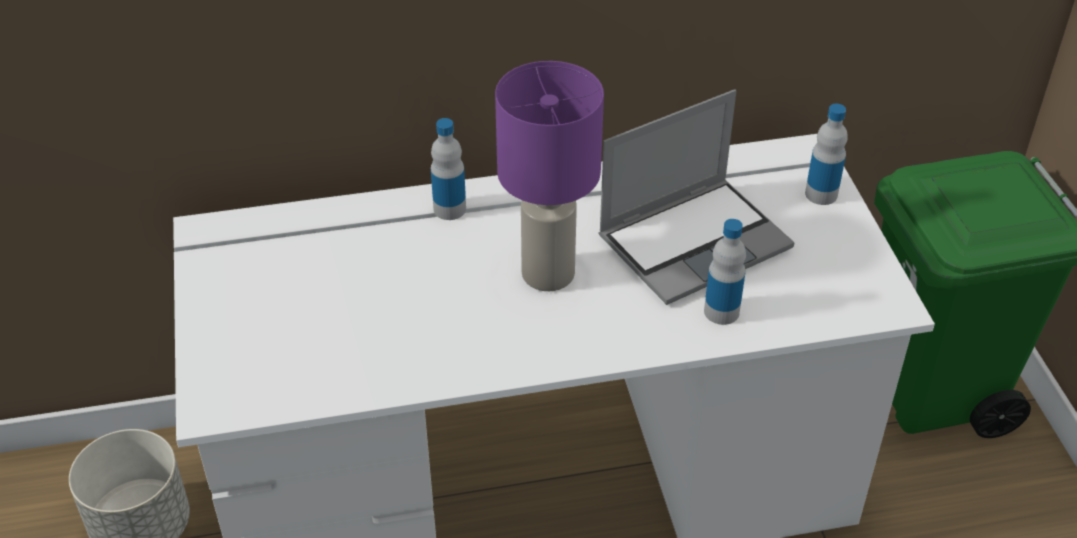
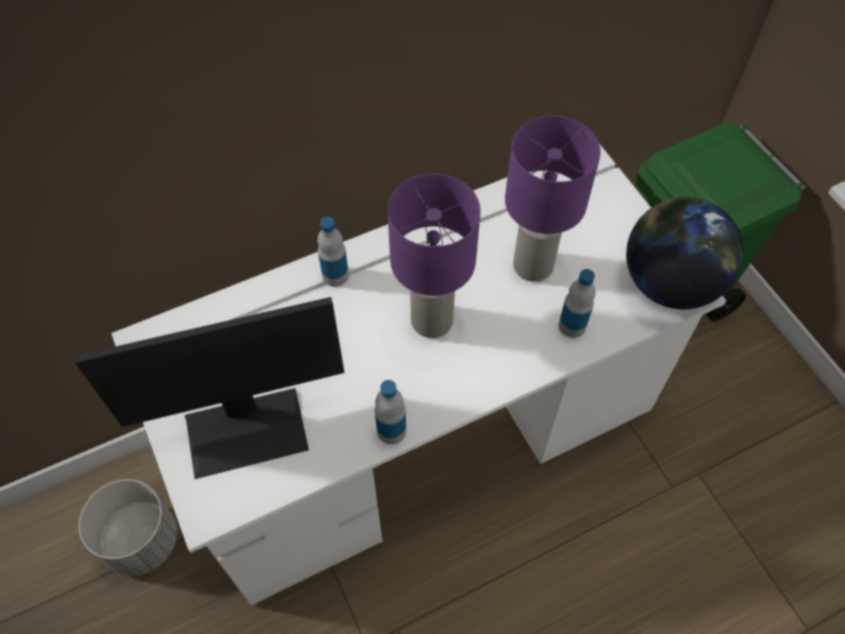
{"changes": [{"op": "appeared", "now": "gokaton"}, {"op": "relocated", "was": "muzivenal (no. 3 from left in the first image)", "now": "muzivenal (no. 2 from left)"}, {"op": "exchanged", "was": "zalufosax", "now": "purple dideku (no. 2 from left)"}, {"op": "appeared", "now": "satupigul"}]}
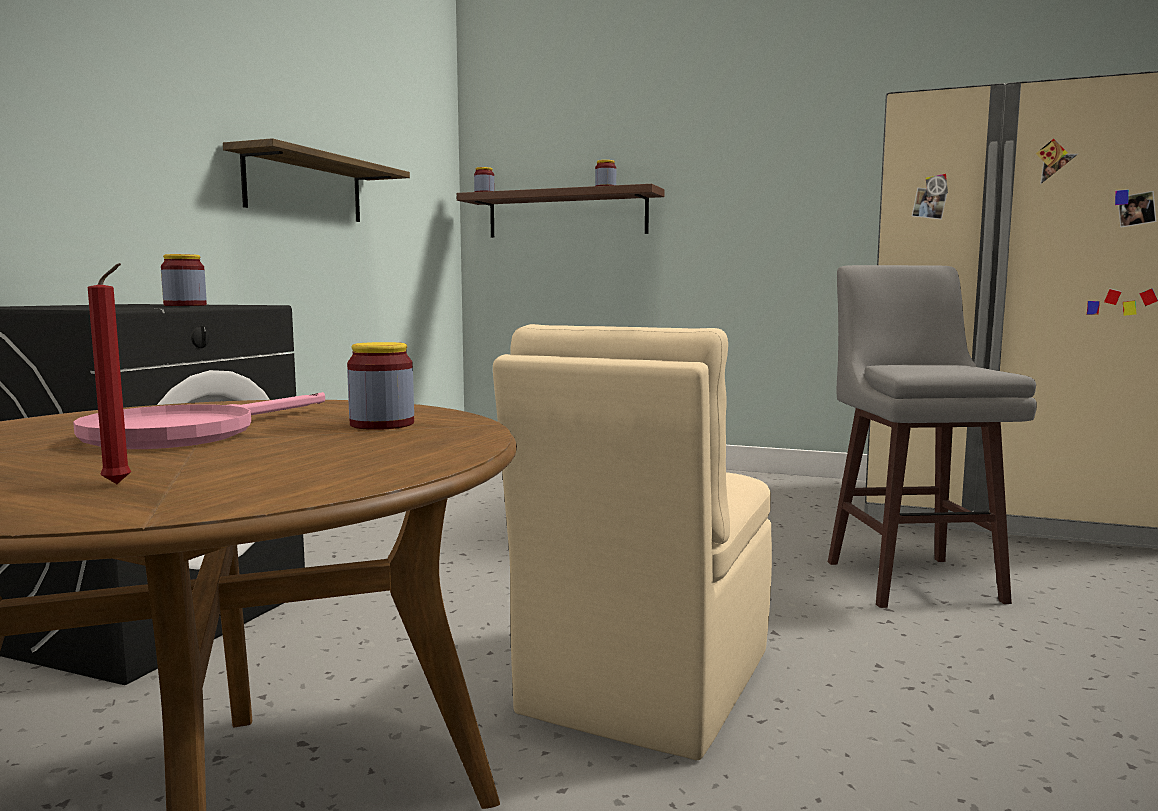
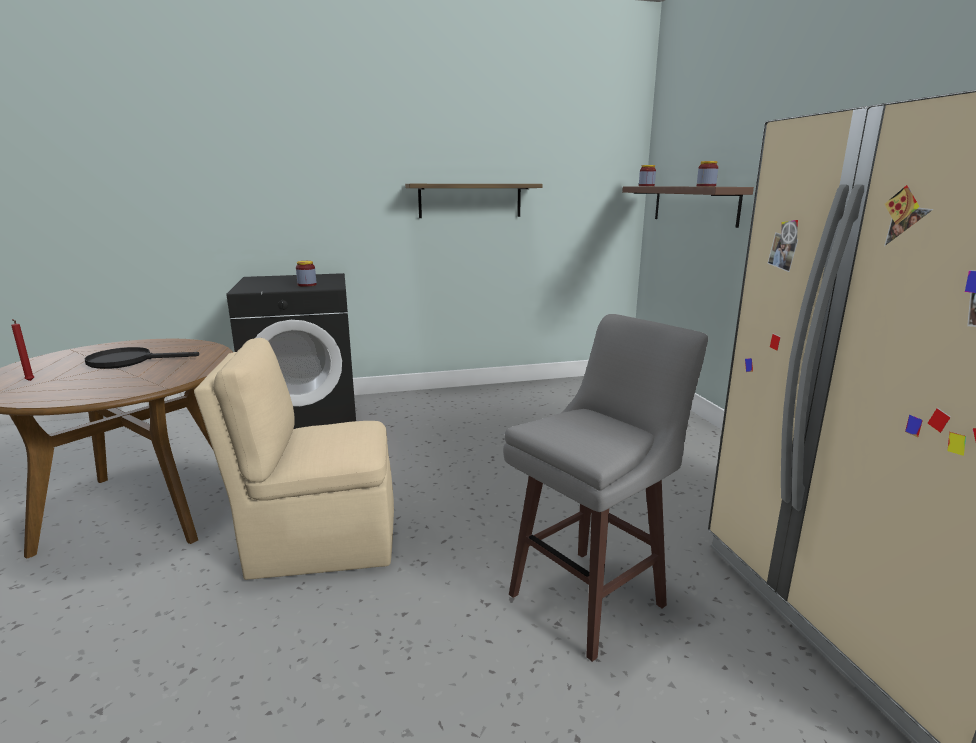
{"changes": [{"op": "colour", "was": "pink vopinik", "now": "black vopinik"}, {"op": "missing", "was": "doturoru (no. 2 from left)"}]}
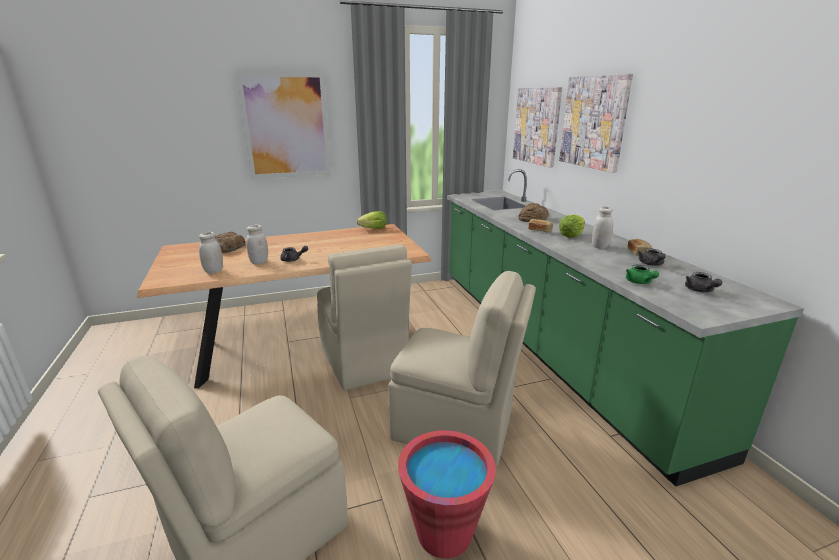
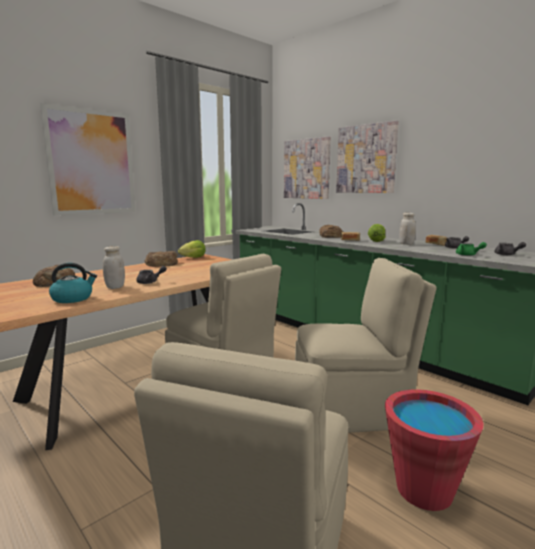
{"changes": [{"op": "exchanged", "was": "white doturoru (no. 1 from left)", "now": "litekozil"}, {"op": "appeared", "now": "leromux (no. 2 from left)"}]}
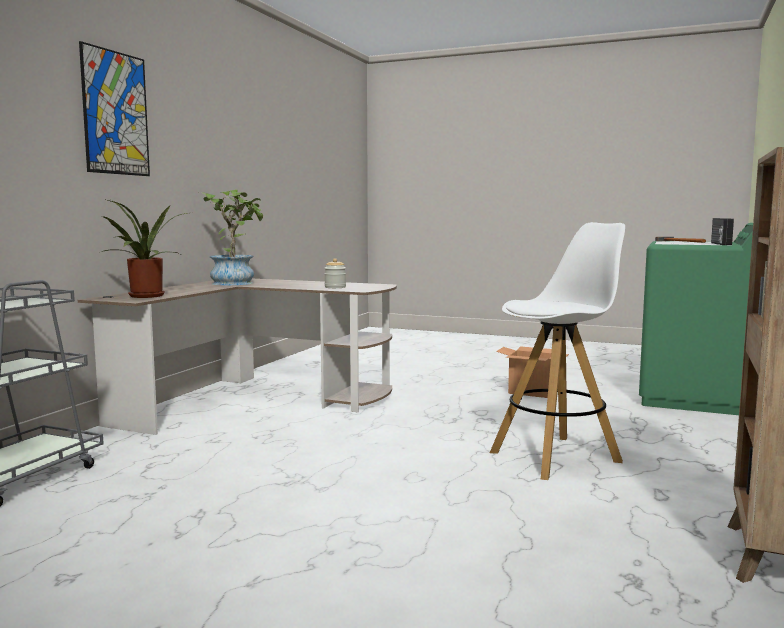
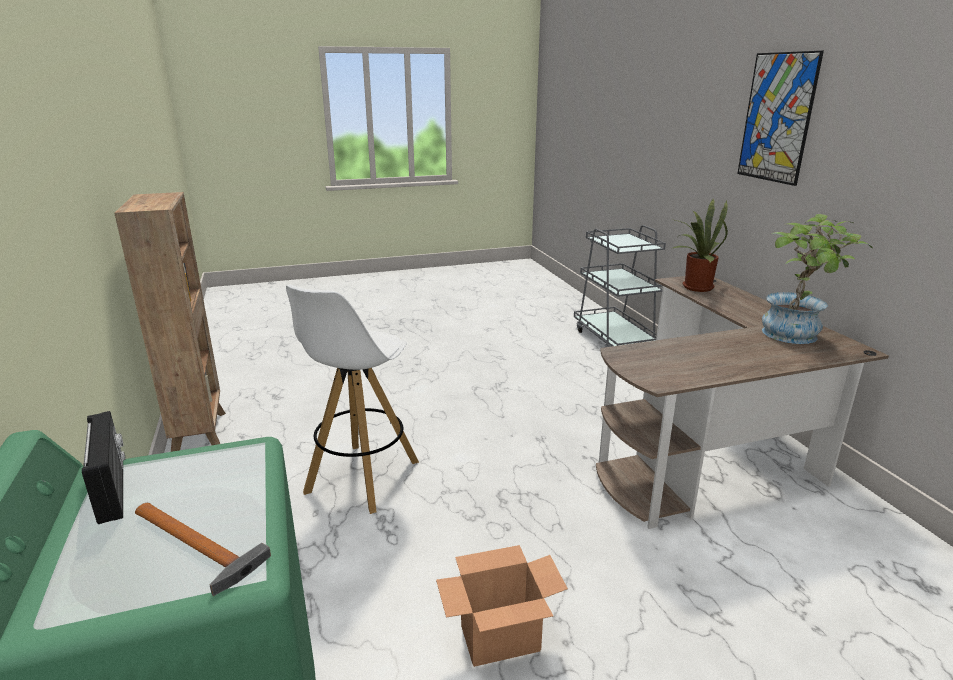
{"changes": [{"op": "missing", "was": "doturoru"}]}
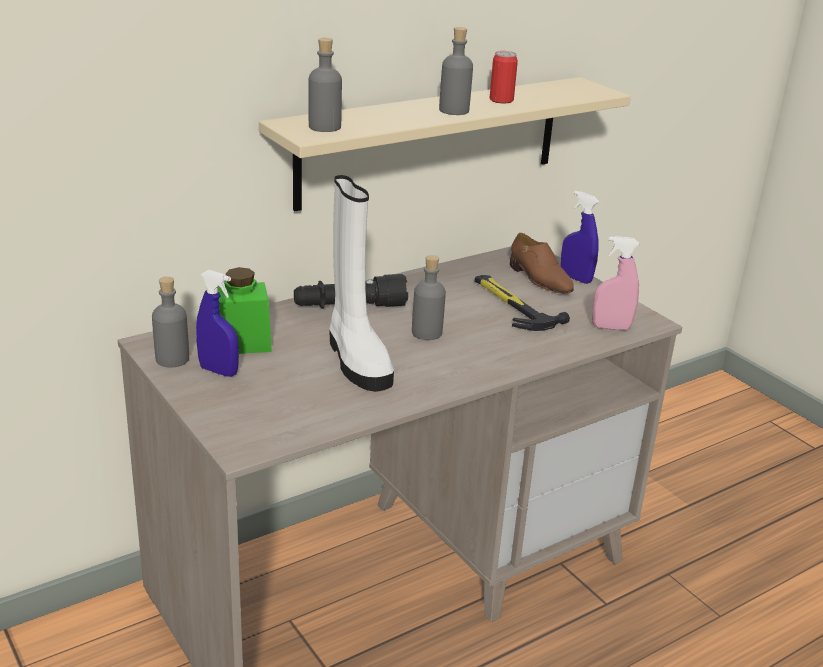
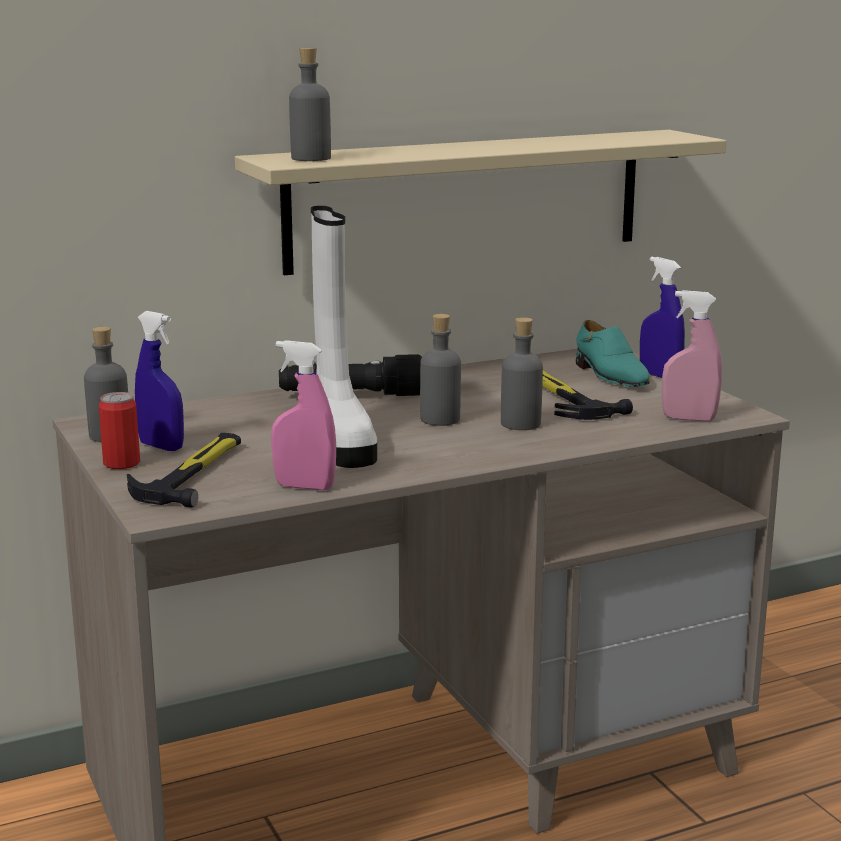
{"changes": [{"op": "relocated", "was": "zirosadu"}, {"op": "appeared", "now": "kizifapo (no. 1 from left)"}, {"op": "appeared", "now": "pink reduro (no. 1 from left)"}, {"op": "relocated", "was": "grey muzivenal (no. 4 from left)"}, {"op": "colour", "was": "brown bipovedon", "now": "turquoise bipovedon"}, {"op": "missing", "was": "green doturoru"}]}
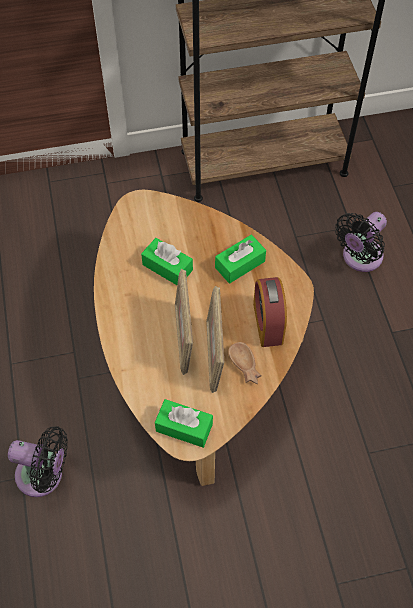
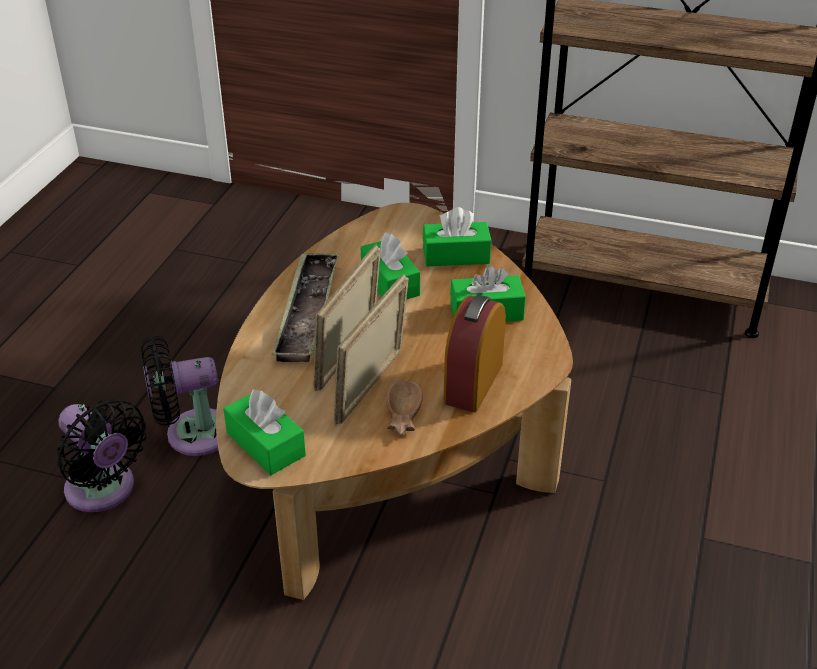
{"changes": [{"op": "relocated", "was": "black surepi (no. 2 from left)"}, {"op": "appeared", "now": "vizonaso"}, {"op": "appeared", "now": "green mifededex (no. 3 from left)"}]}
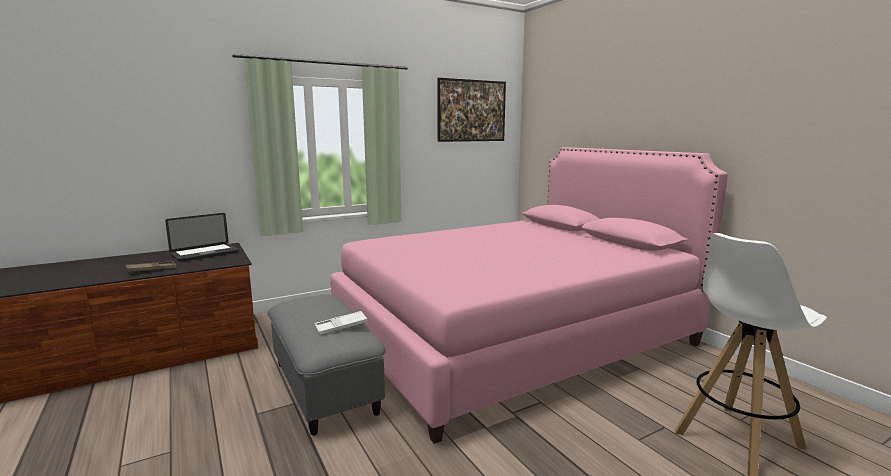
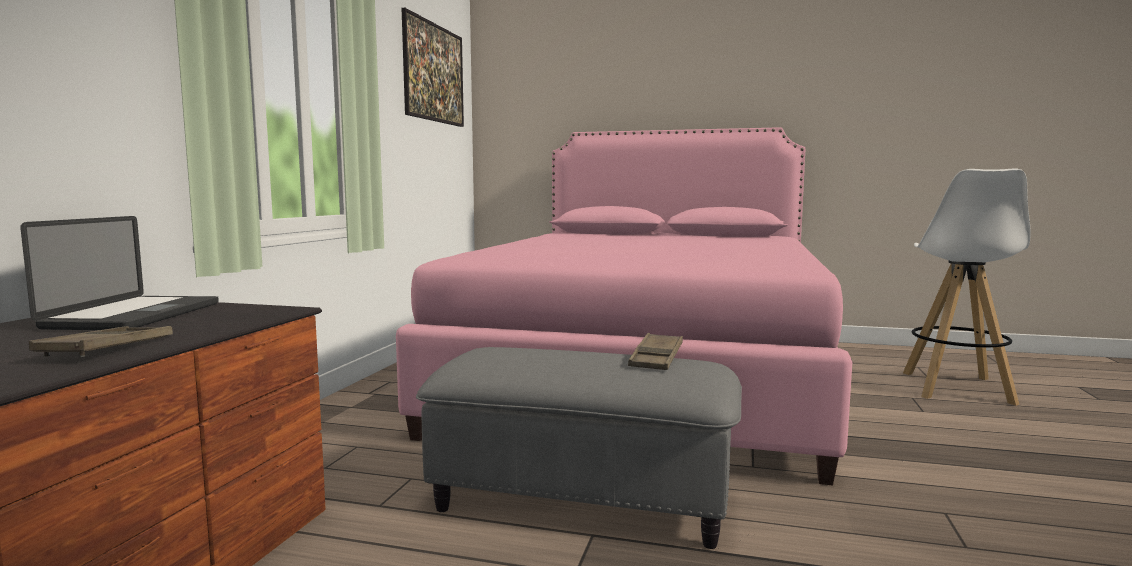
{"changes": [{"op": "colour", "was": "white vizonaso", "now": "brown vizonaso (no. 2 from left)"}]}
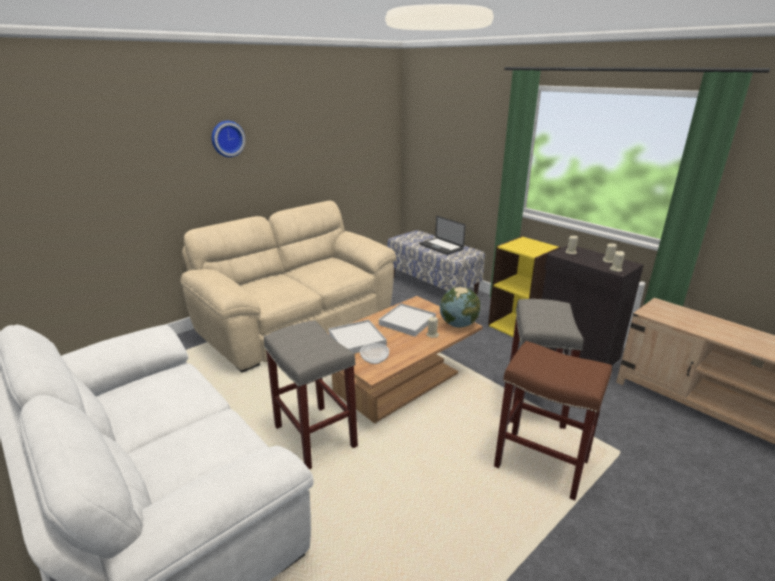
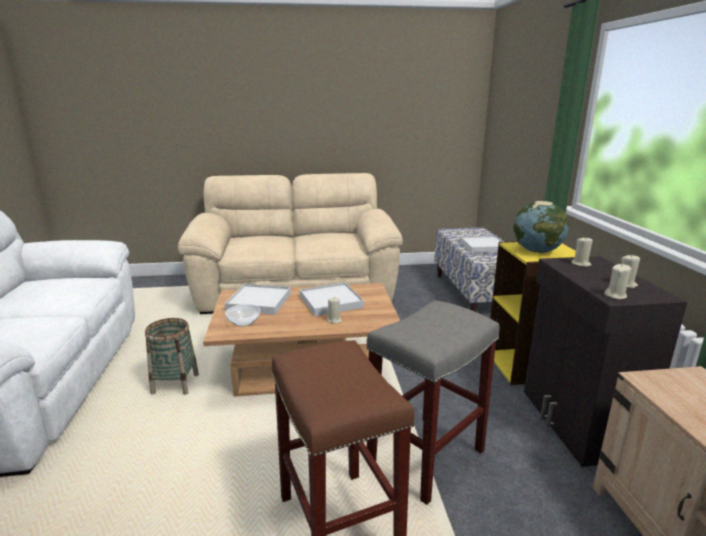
{"changes": [{"op": "exchanged", "was": "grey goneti (no. 1 from left)", "now": "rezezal"}, {"op": "exchanged", "was": "zalufosax", "now": "white vizonaso (no. 3 from left)"}, {"op": "relocated", "was": "satupigul"}, {"op": "missing", "was": "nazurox"}]}
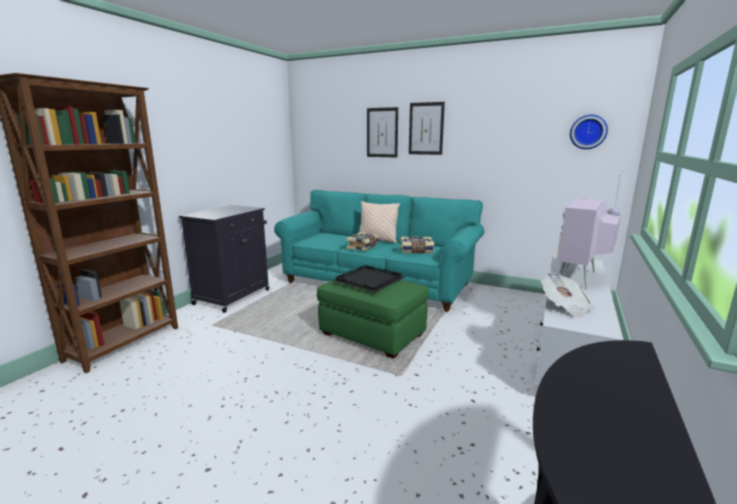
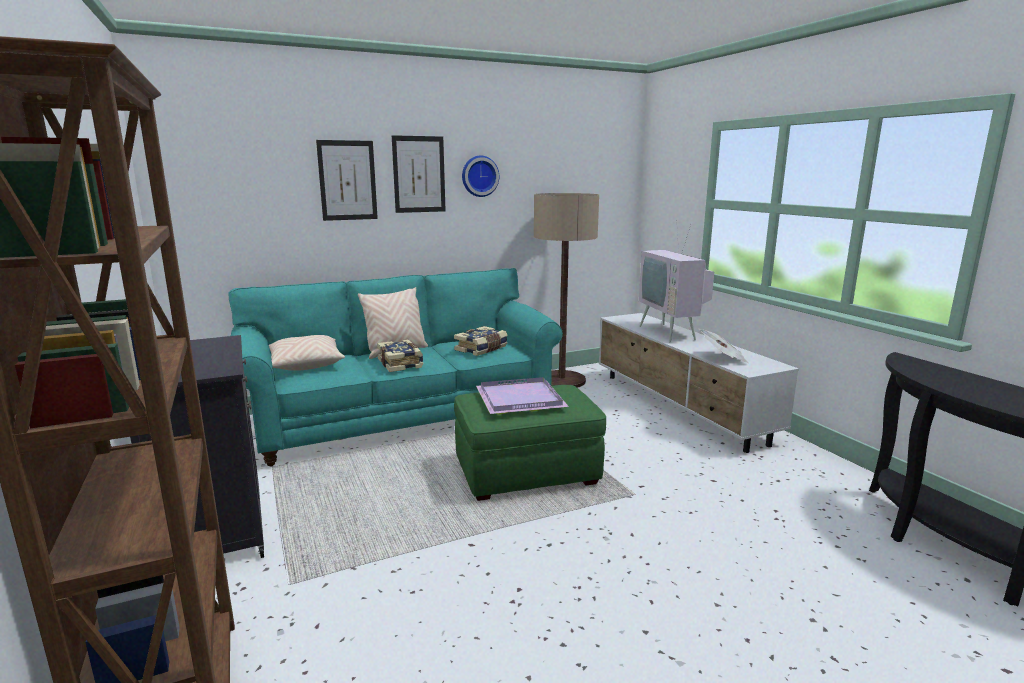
{"changes": [{"op": "appeared", "now": "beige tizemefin (no. 1 from left)"}, {"op": "relocated", "was": "nazurox"}, {"op": "colour", "was": "black vizonaso", "now": "purple vizonaso"}, {"op": "appeared", "now": "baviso"}]}
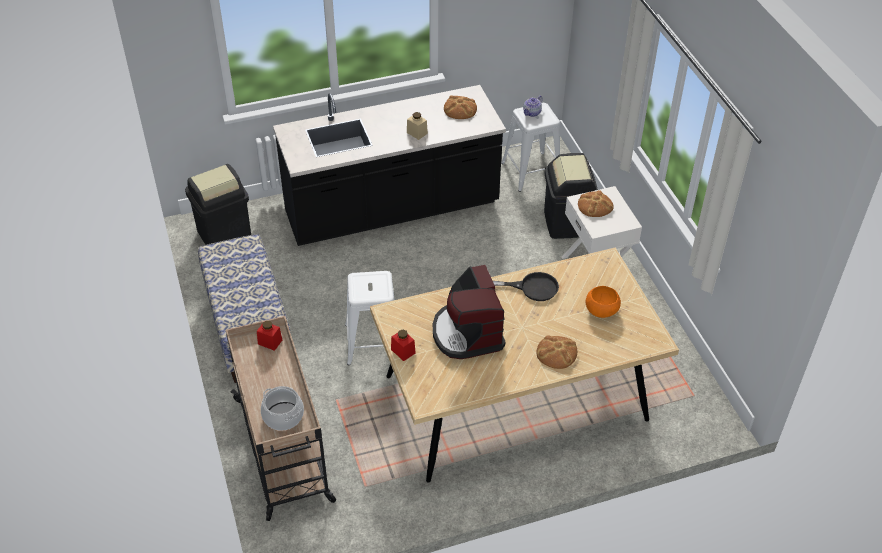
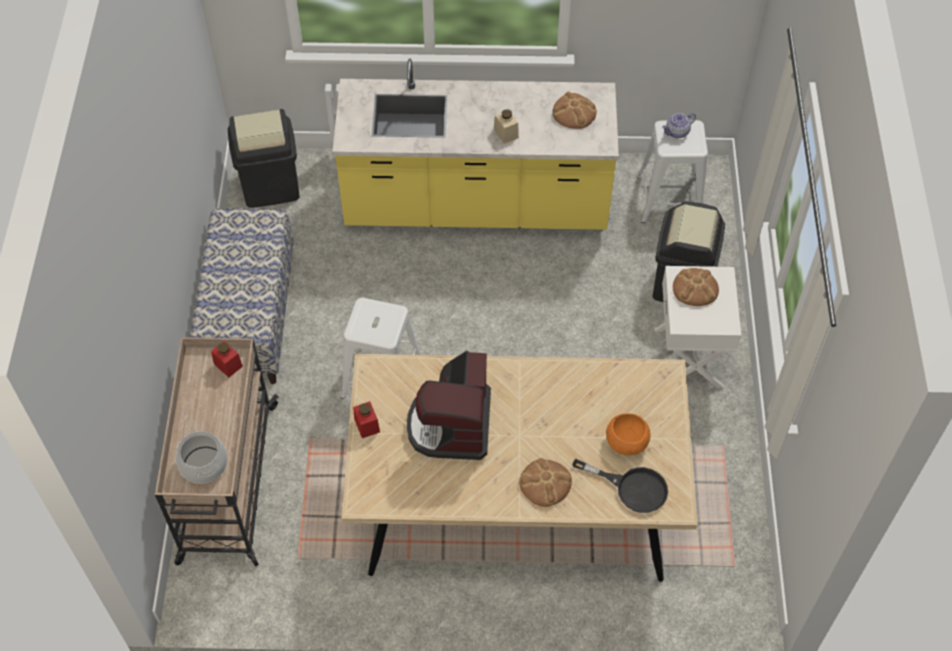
{"changes": [{"op": "colour", "was": "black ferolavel", "now": "yellow ferolavel"}, {"op": "relocated", "was": "black vopinik"}]}
